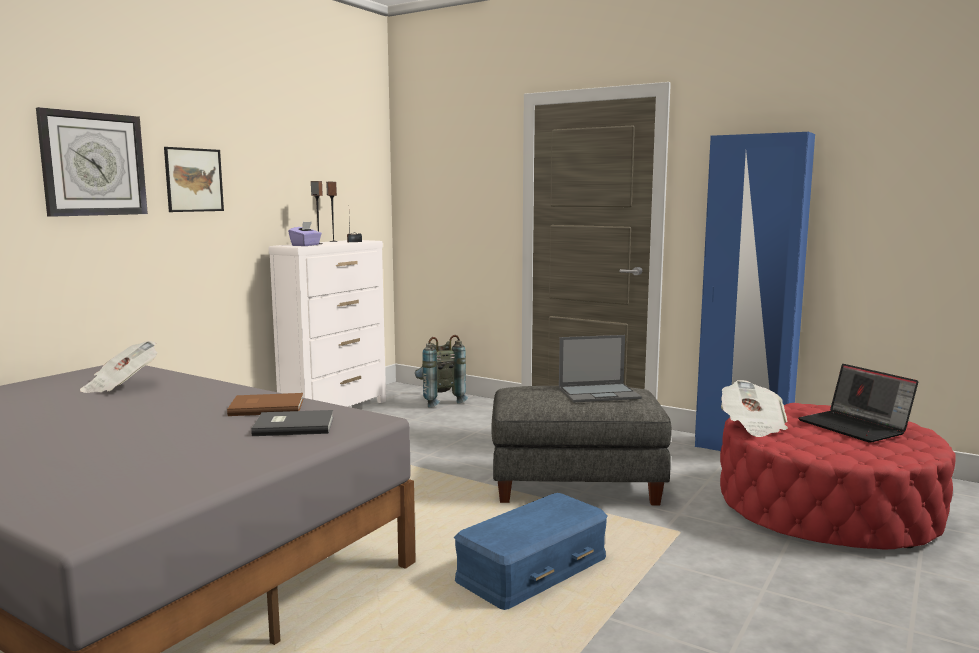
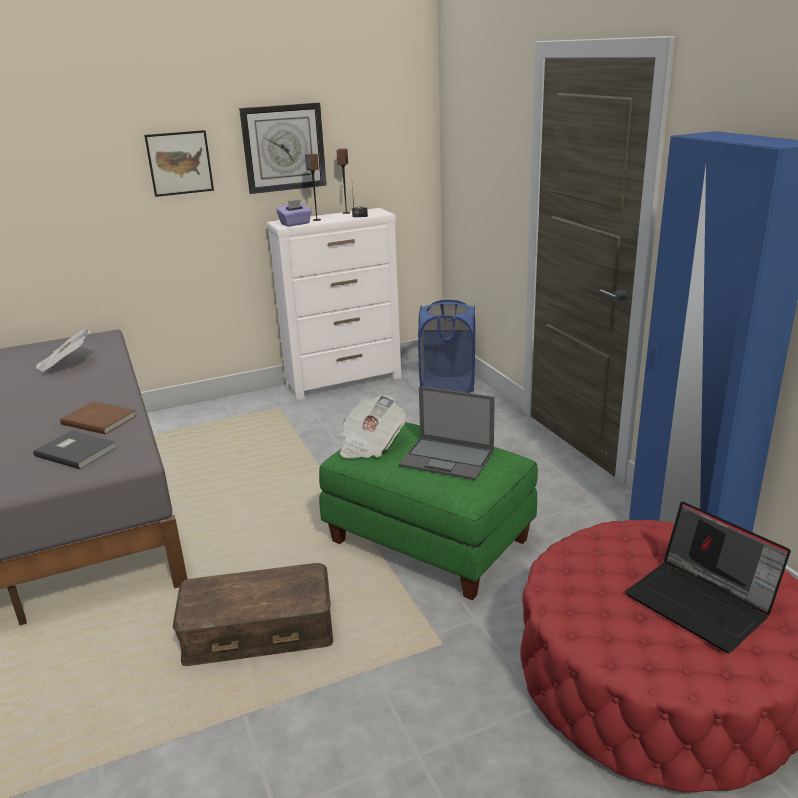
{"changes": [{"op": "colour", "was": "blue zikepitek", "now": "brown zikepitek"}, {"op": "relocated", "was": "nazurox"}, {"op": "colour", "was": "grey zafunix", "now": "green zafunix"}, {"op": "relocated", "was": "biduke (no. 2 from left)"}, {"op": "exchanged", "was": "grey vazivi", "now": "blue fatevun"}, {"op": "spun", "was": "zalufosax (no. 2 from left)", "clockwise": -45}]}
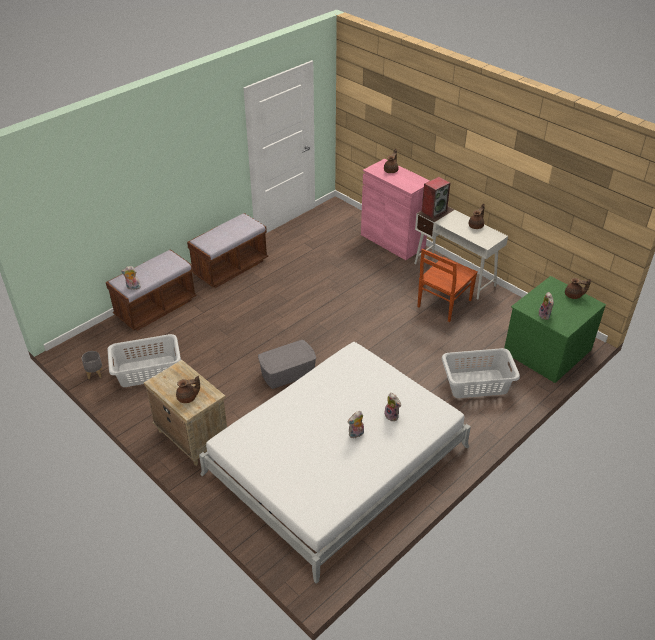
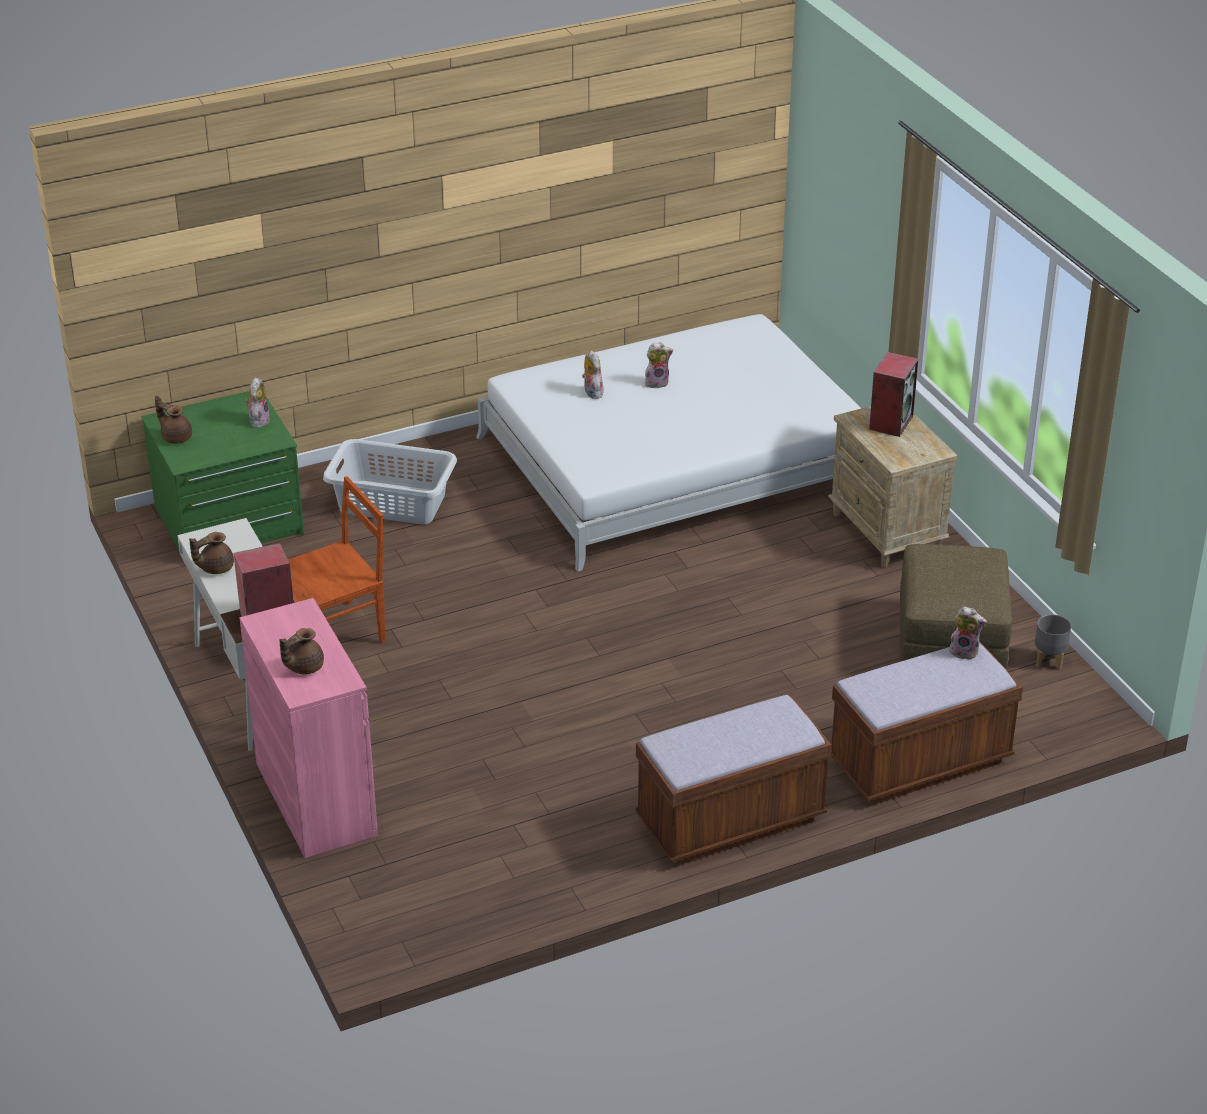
{"changes": [{"op": "exchanged", "was": "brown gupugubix (no. 1 from left)", "now": "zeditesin (no. 2 from left)"}, {"op": "exchanged", "was": "grey fatevun (no. 1 from left)", "now": "brown zafunix"}, {"op": "missing", "was": "grey zikepitek"}]}
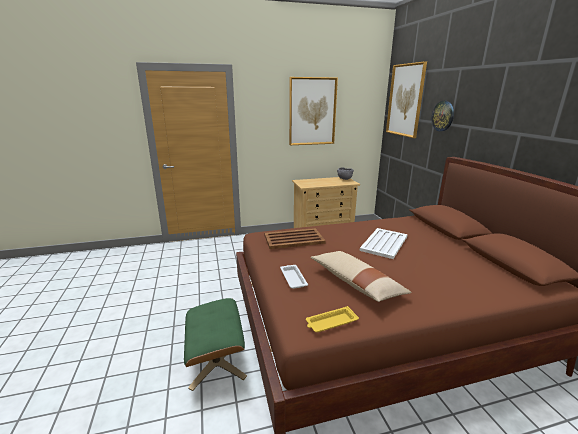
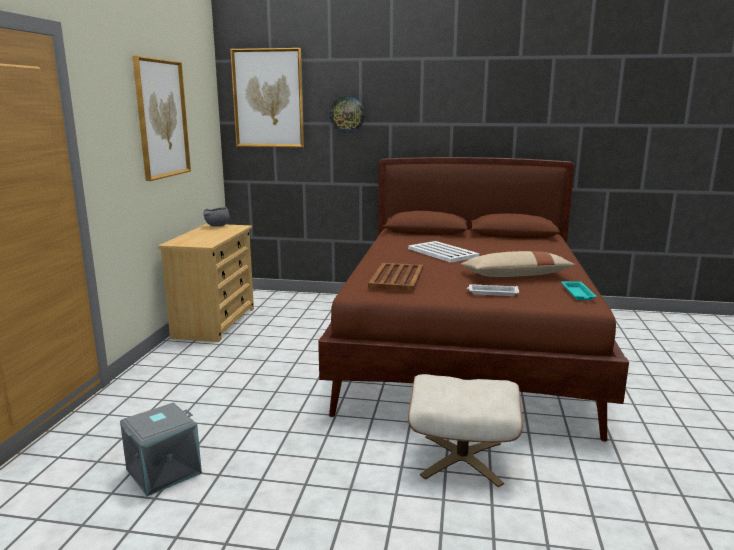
{"changes": [{"op": "appeared", "now": "grey zikepitek"}, {"op": "colour", "was": "green zafunix", "now": "beige zafunix"}, {"op": "colour", "was": "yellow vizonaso", "now": "turquoise vizonaso"}]}
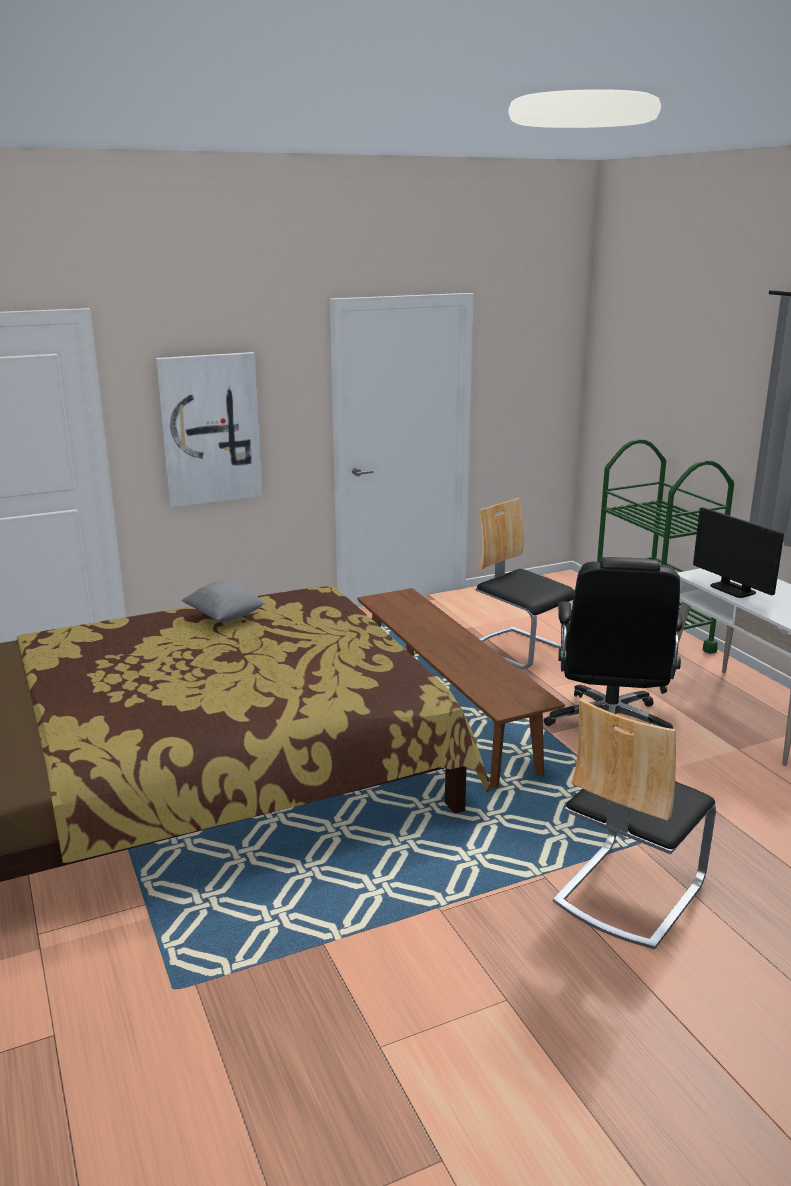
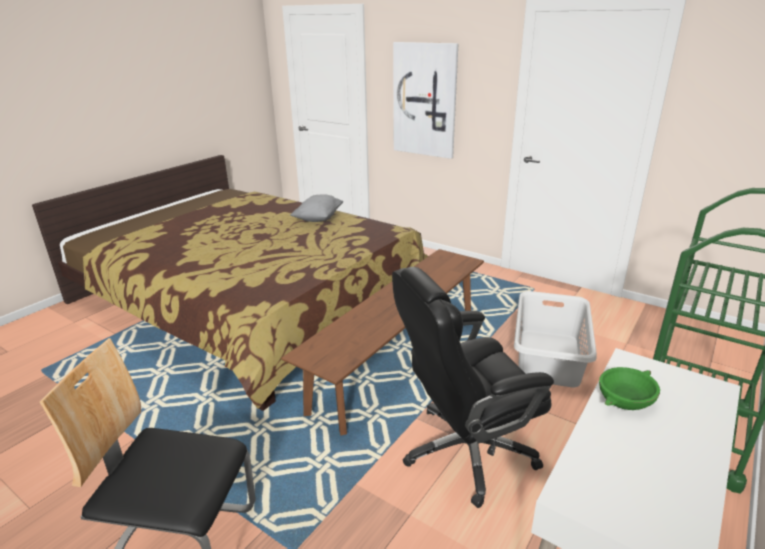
{"changes": [{"op": "exchanged", "was": "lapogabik (no. 1 from left)", "now": "grey fatevun"}, {"op": "exchanged", "was": "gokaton", "now": "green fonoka"}]}
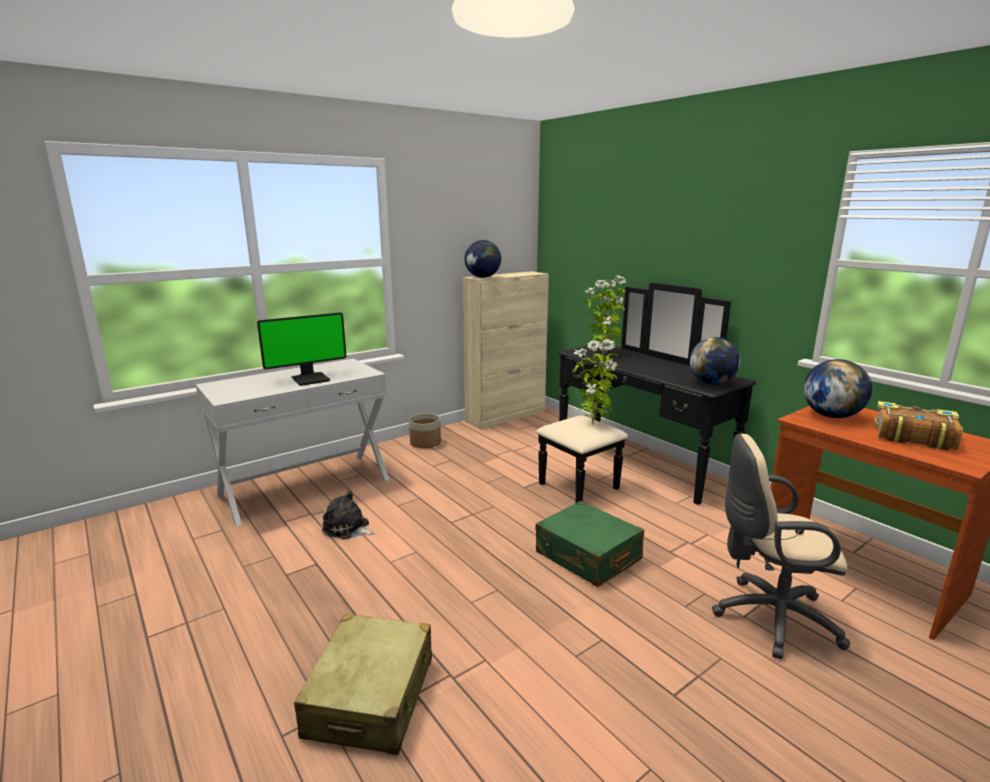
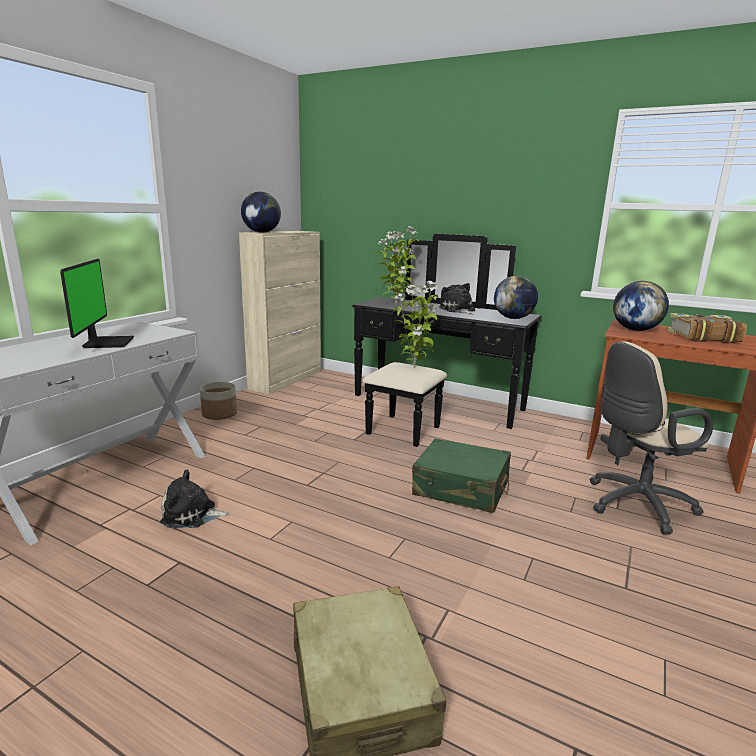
{"changes": [{"op": "spun", "was": "gokaton", "clockwise": -45}, {"op": "appeared", "now": "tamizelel (no. 2 from left)"}]}
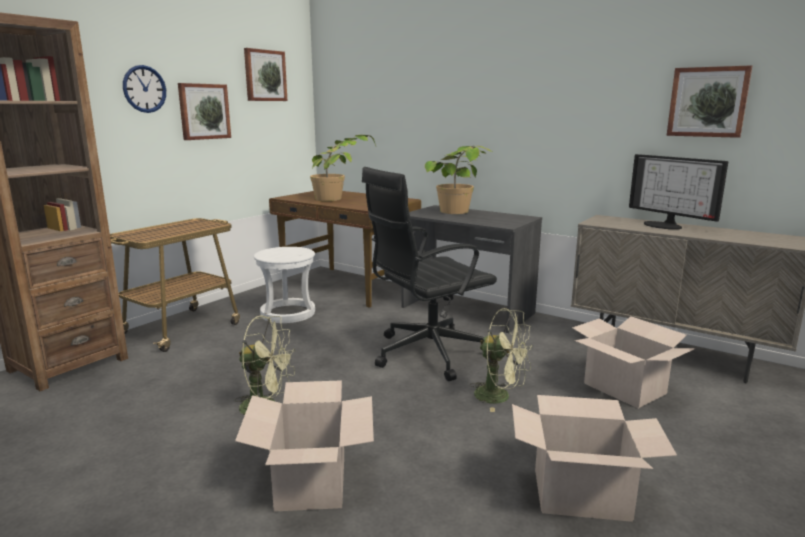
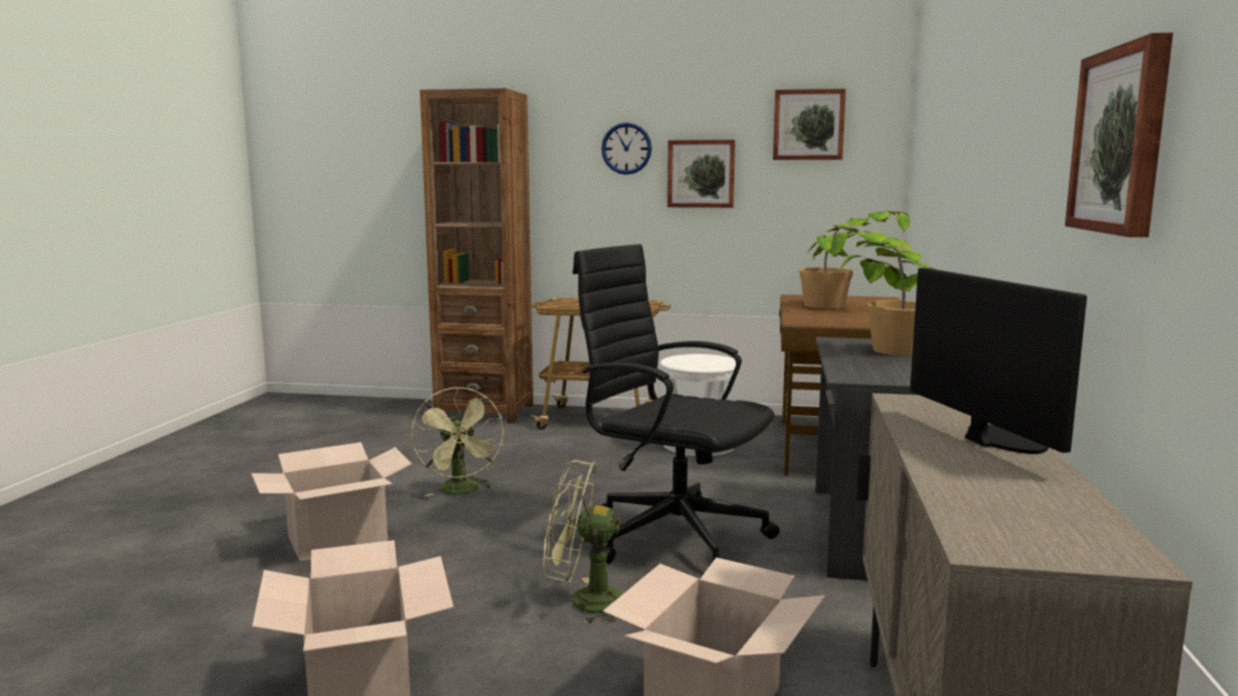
{"changes": [{"op": "spun", "was": "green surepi (no. 2 from left)", "clockwise": 90}, {"op": "spun", "was": "gokaton", "clockwise": 135}]}
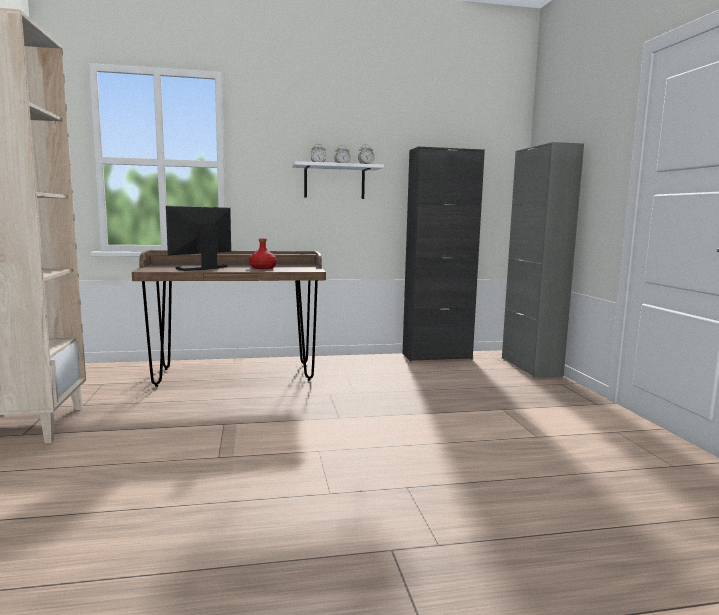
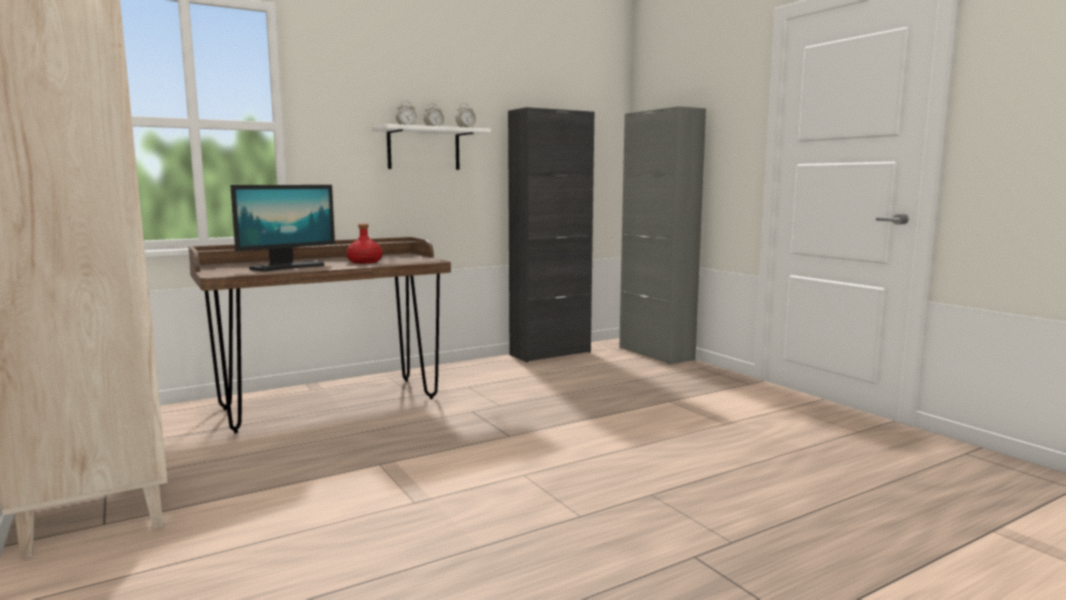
{"changes": [{"op": "spun", "was": "gokaton", "clockwise": -150}]}
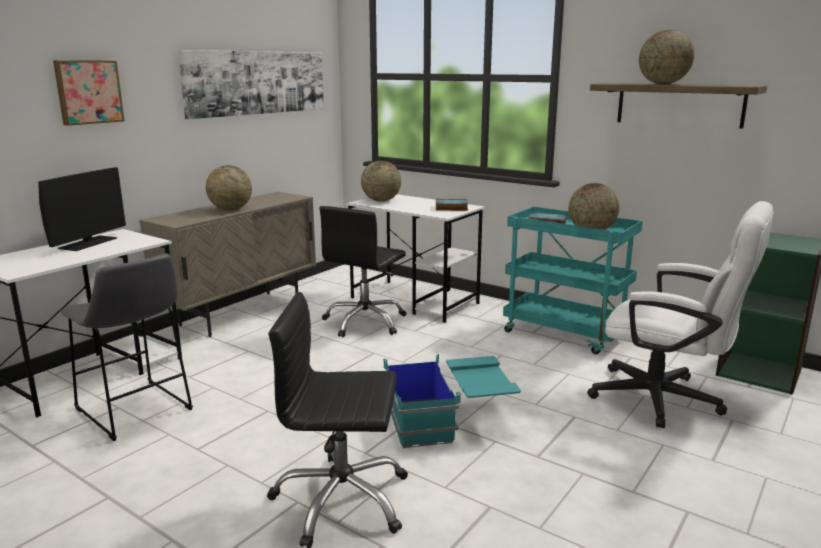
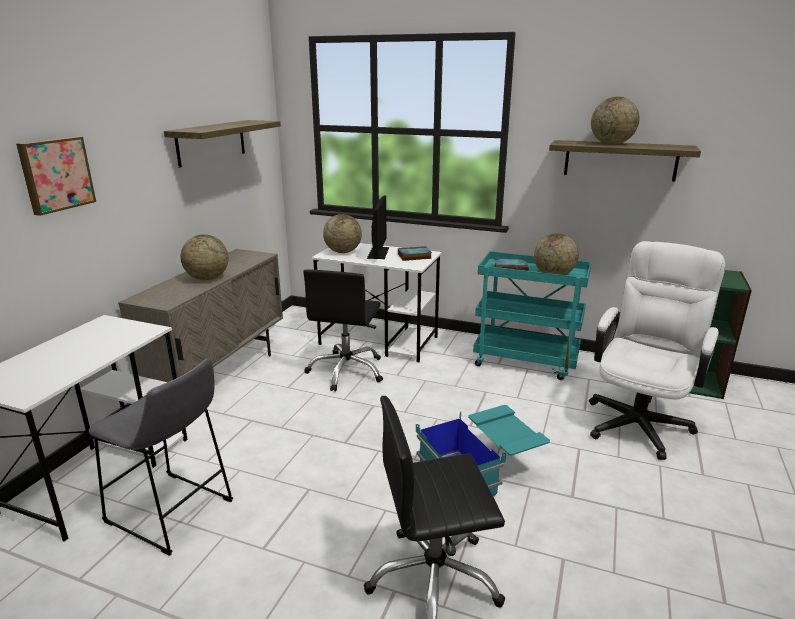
{"changes": [{"op": "exchanged", "was": "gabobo (no. 2 from left)", "now": "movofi (no. 1 from left)"}, {"op": "relocated", "was": "gokaton"}, {"op": "spun", "was": "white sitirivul", "clockwise": -75}]}
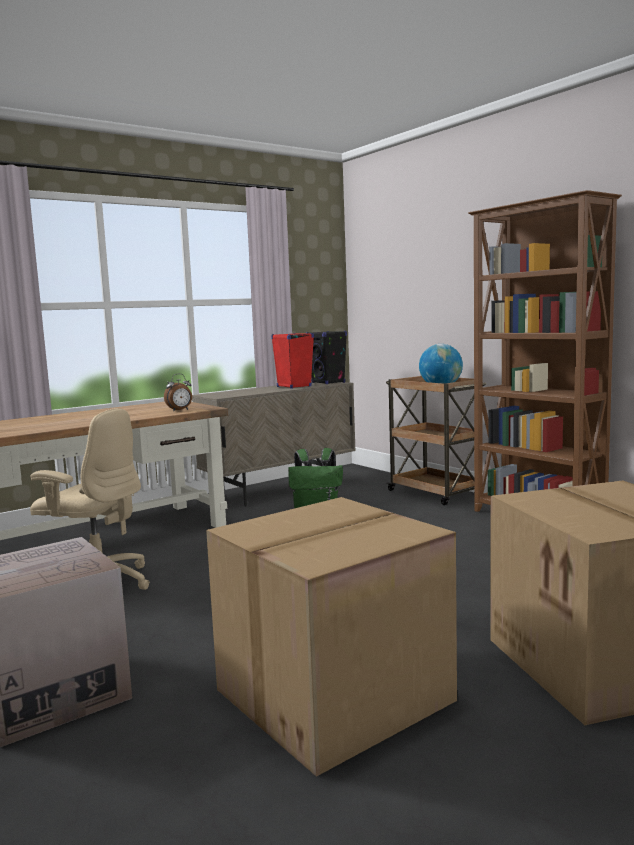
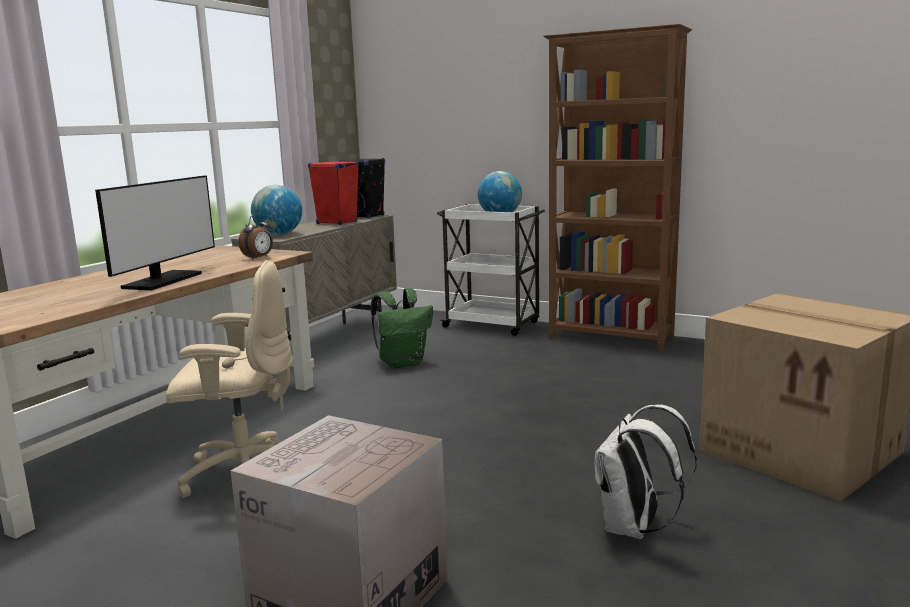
{"changes": [{"op": "appeared", "now": "gokaton"}, {"op": "appeared", "now": "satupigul (no. 1 from left)"}, {"op": "colour", "was": "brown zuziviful", "now": "white zuziviful"}, {"op": "exchanged", "was": "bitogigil (no. 2 from left)", "now": "white vazivi"}]}
